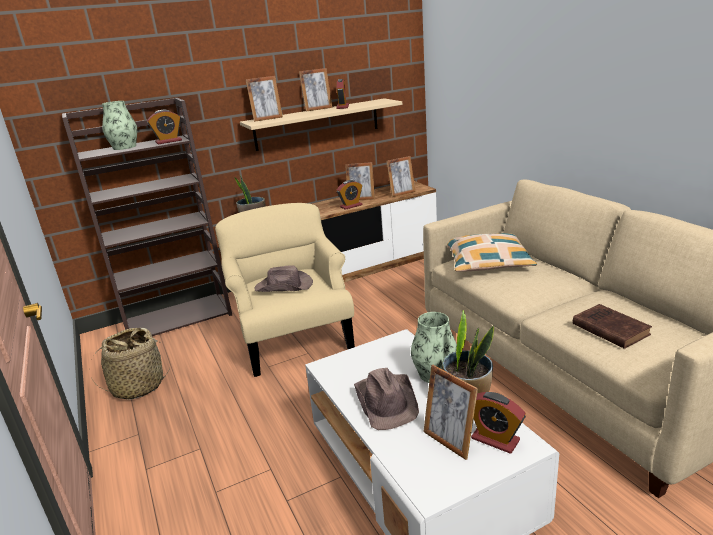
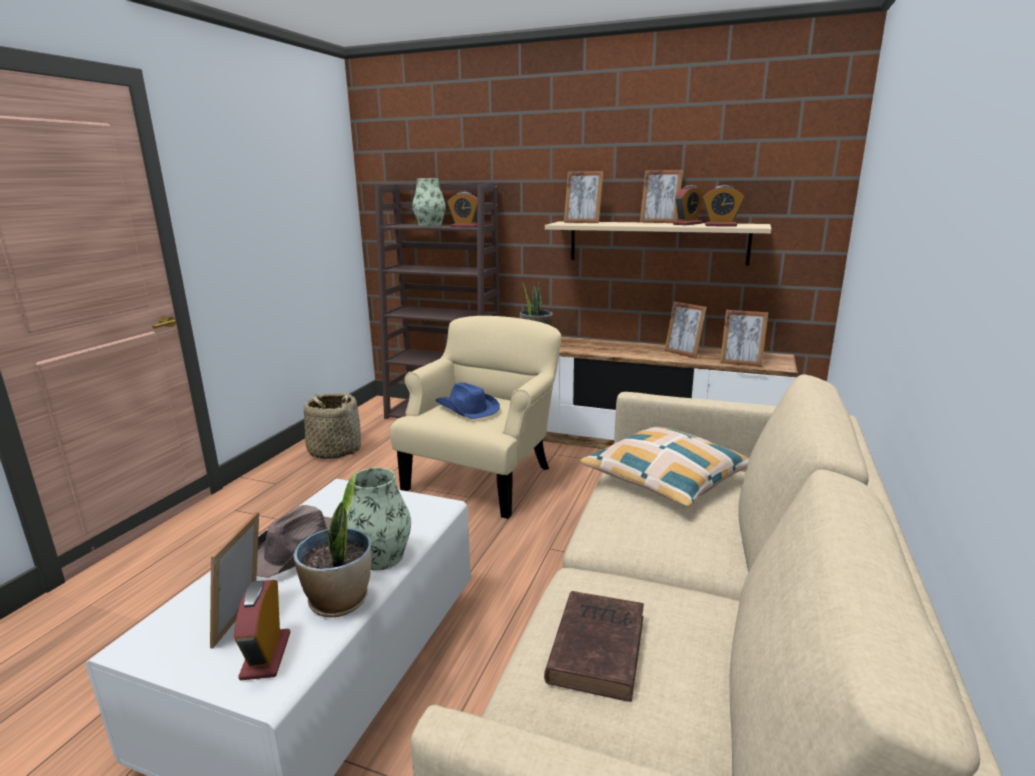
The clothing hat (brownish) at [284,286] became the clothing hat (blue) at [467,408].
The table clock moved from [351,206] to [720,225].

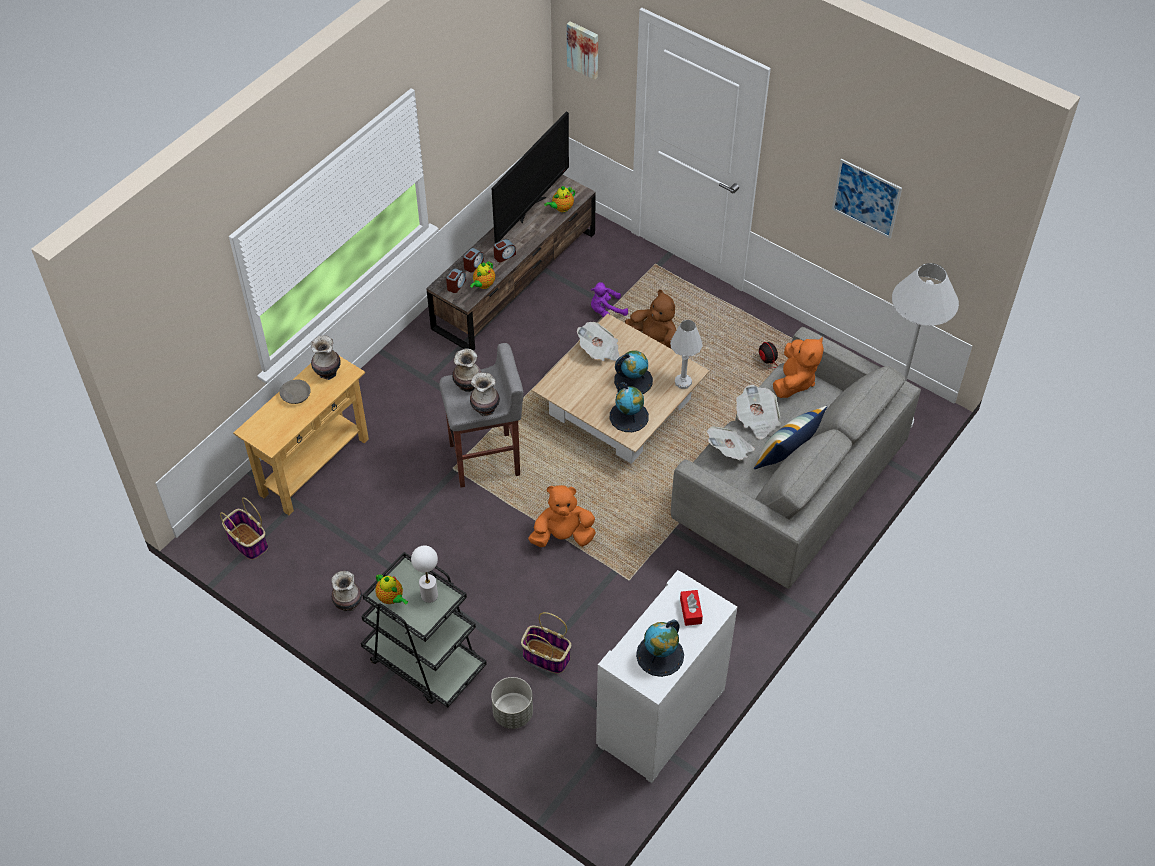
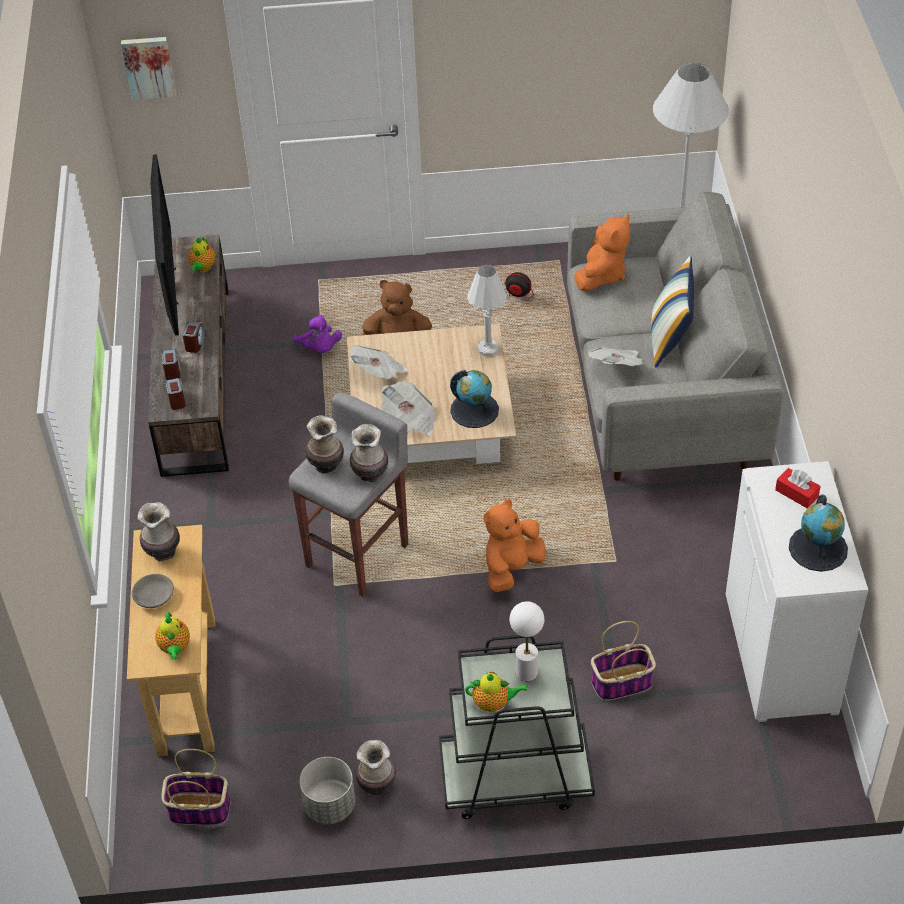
The tea pot moved from [483,285] to [175,648].
The planter (grey) moved from [513,713] to [330,805].
The plush toy (purple-coloured) at [606,311] turned 60 degrees counterclockwise.
The globe at [633,380] disappeared.
The daily paper moved from [757,420] to [410,420].
The plush toy (orange) at [794,381] turned 45 degrees clockwise.
The wall art at [866,198] disappeared.

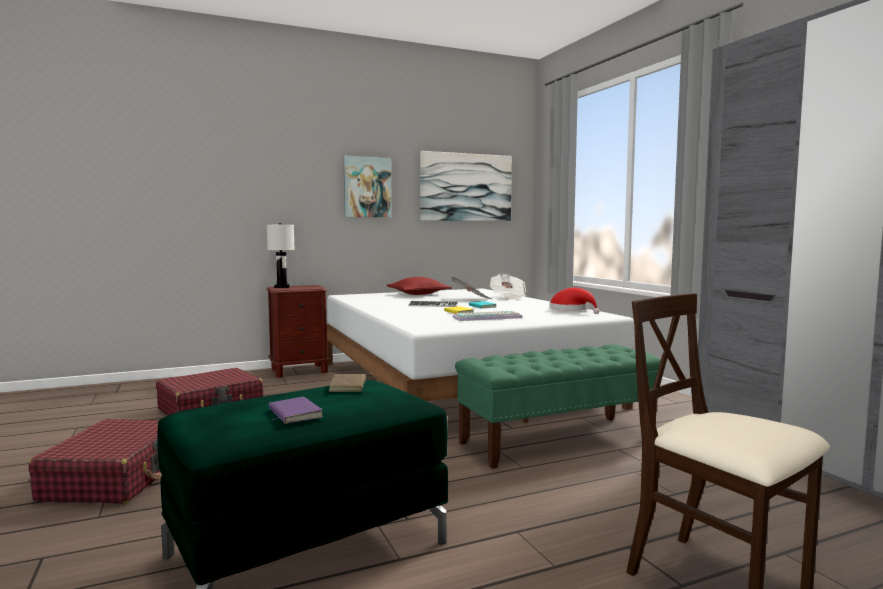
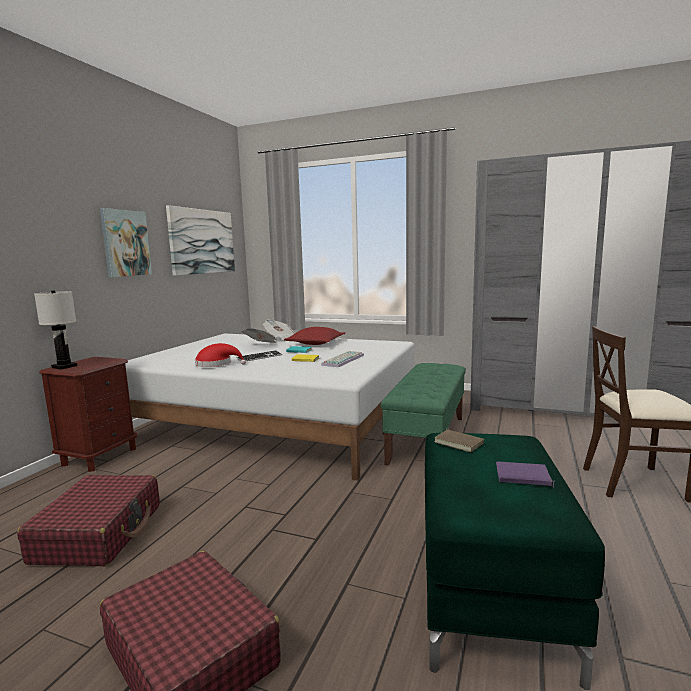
The cushion (reddish) moved from [418,294] to [315,343].
The clothing hat (reddish) moved from [571,310] to [216,364].

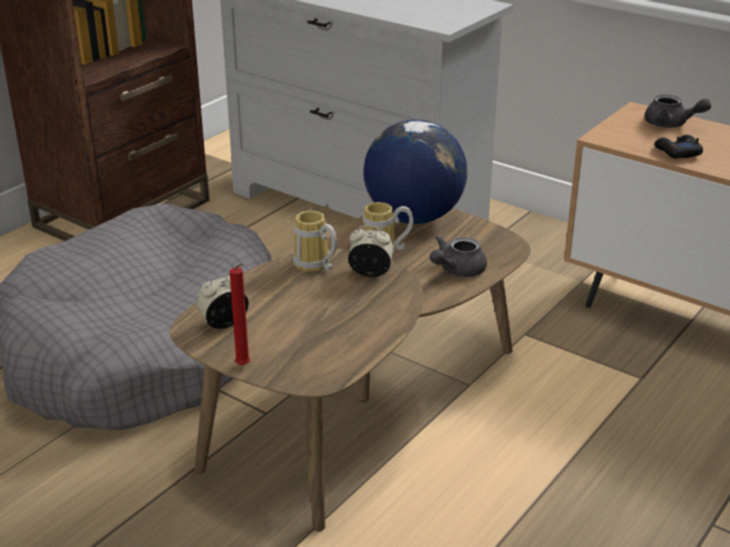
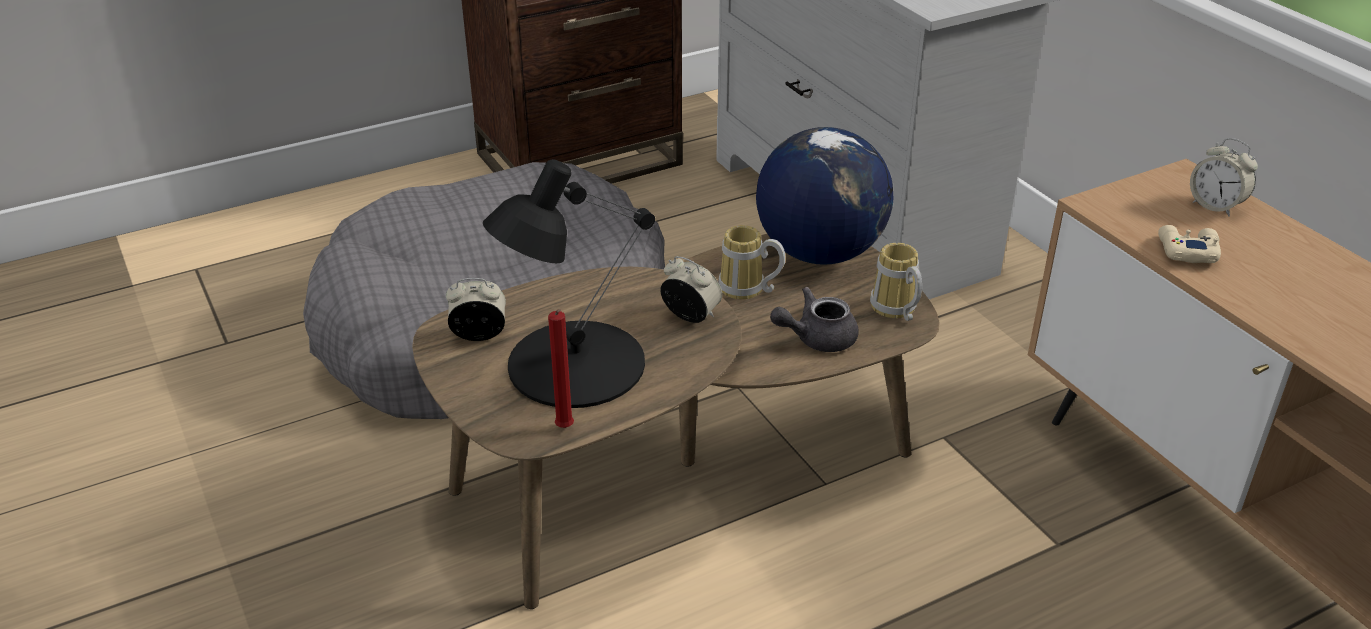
The wax candle (reddish) moved from [244,367] to [565,429].
The tea mug moved from [313,266] to [894,311].
The tea pot (grey) at [671,124] was replaced by the table clock at [1215,206].
The game controller (black) at [677,152] became the game controller (beige) at [1187,251].
The lamp for a table (black) at [573,364] appeared.

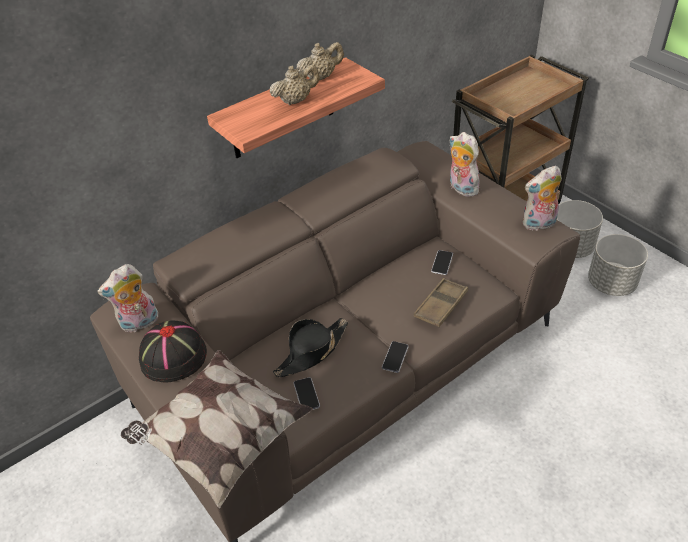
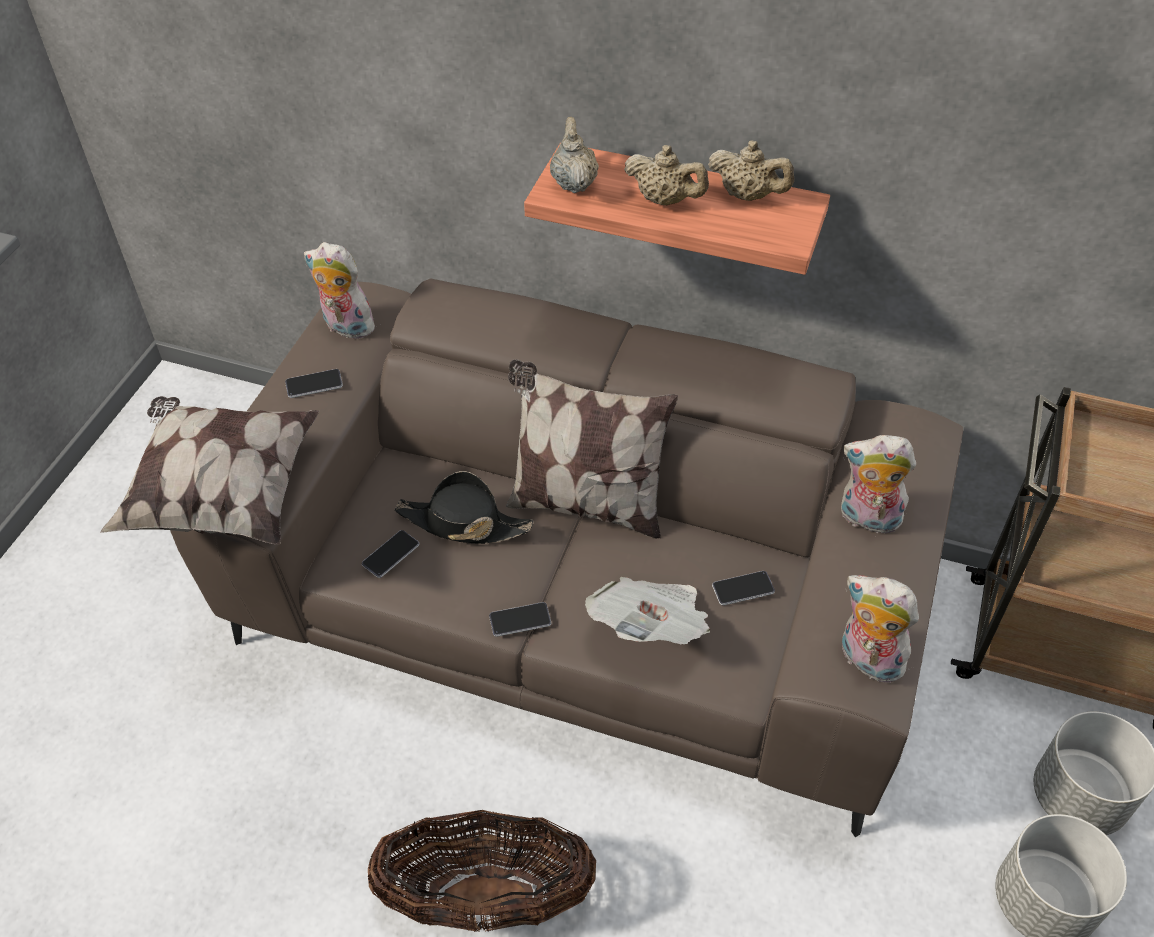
The clothing hat (black) at [173,357] was replaced by the telephone at [314,384].
The tray (brownish) at [441,305] was replaced by the daily paper at [651,627].
The plush toy at [461,188] turned 90 degrees counterclockwise.
The storage basket at [486,898] appeared.
The cushion at [586,504] appeared.
The tea pot (beige) at [574,183] appeared.

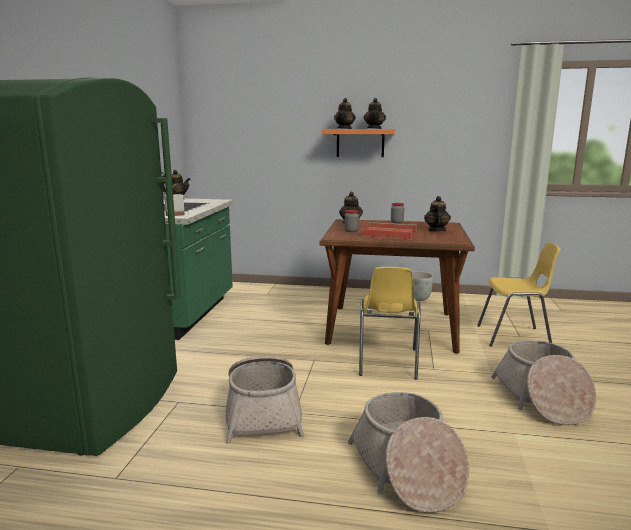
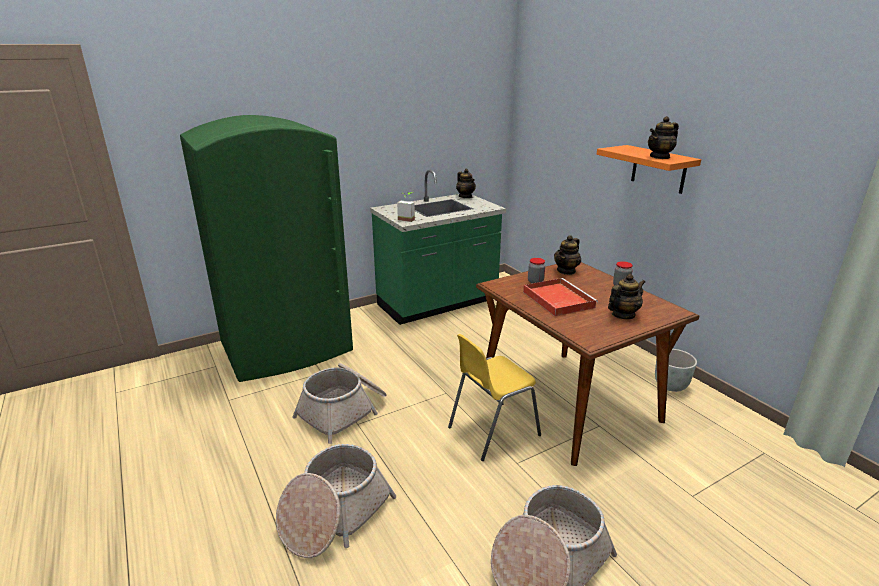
The tea pot at [344,128] disappeared.
The upright chair (yellow-coloured) at [514,337] disappeared.

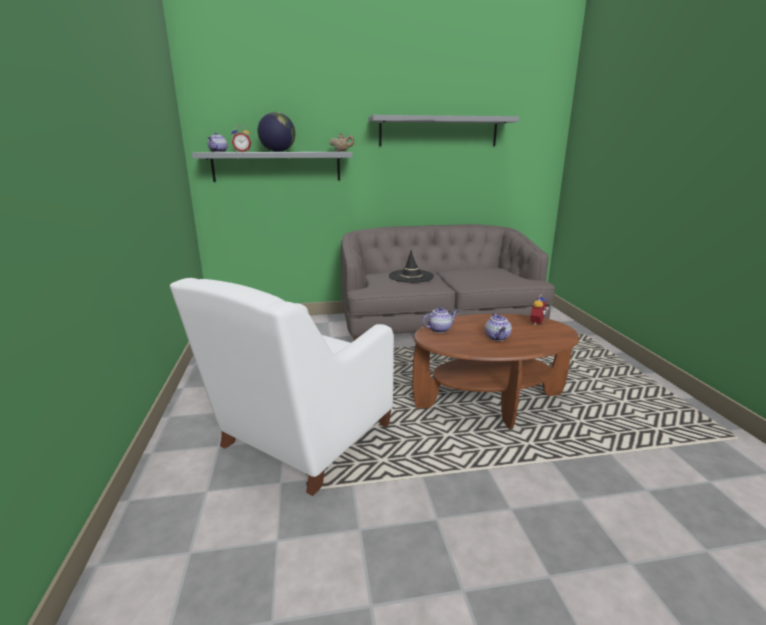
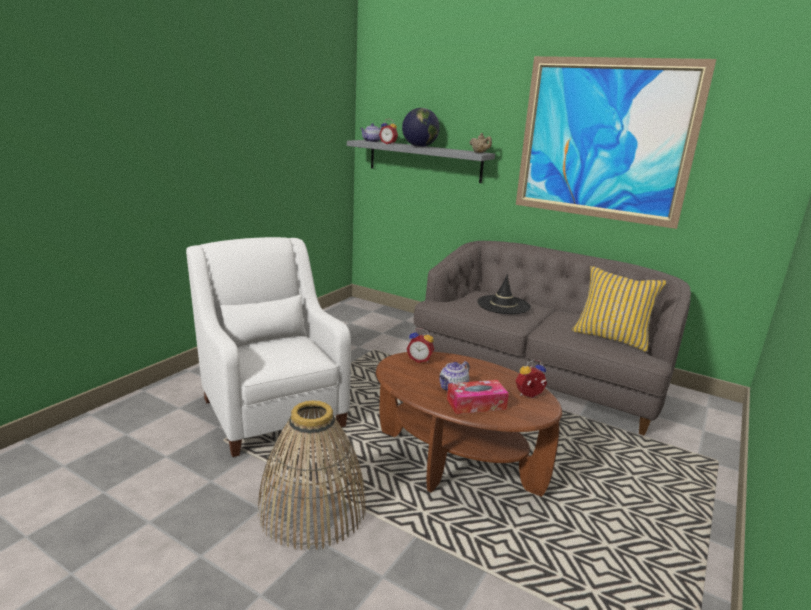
The armchair (whitish) at [301,439] turned 75 degrees clockwise.
The wall shelf (grey) at [438,131] was replaced by the wall art at [604,140].
The tea pot at [439,329] was replaced by the table clock at [420,359].
The storage basket at [312,509] appeared.
The tissue holder at [476,404] appeared.
The cushion (yellow-coloured) at [611,337] appeared.

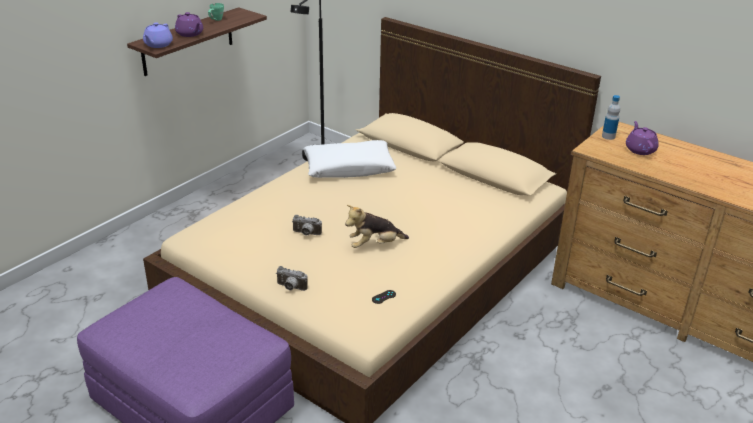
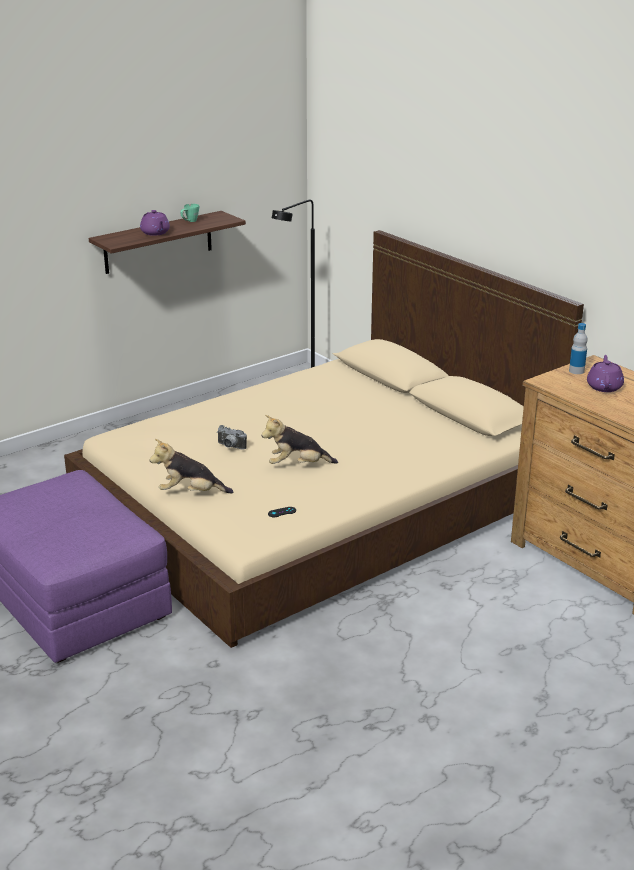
The tea pot (purple-coloured) at [158,45] disappeared.
The photo camera at [290,288] was replaced by the plush toy at [190,493].
The cushion (whitish) at [349,168] disappeared.

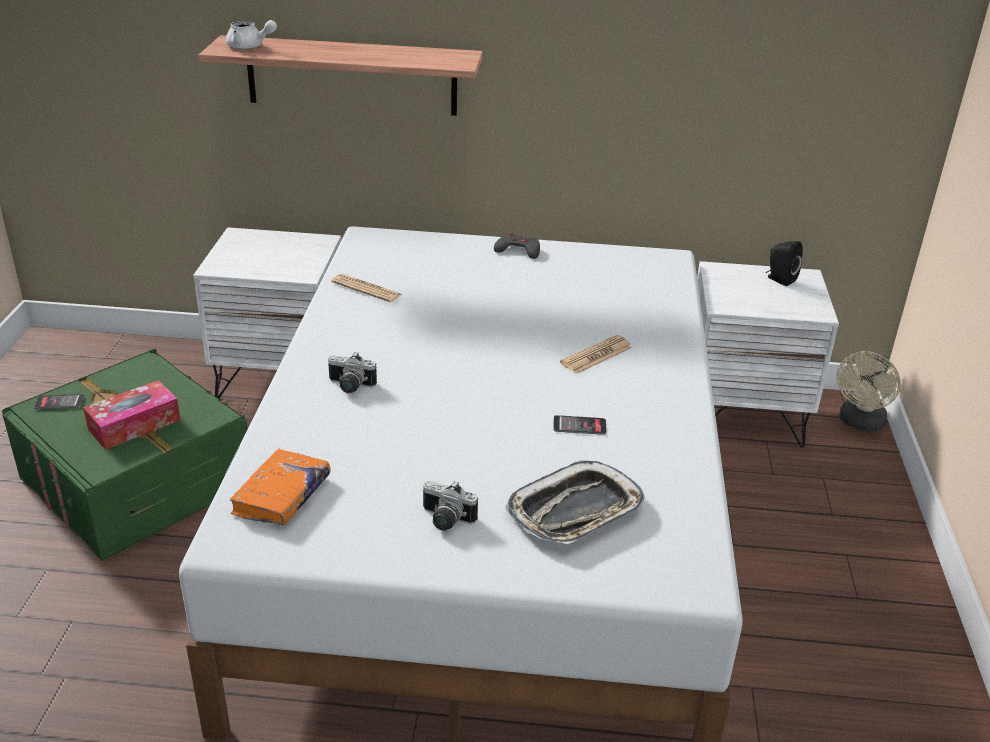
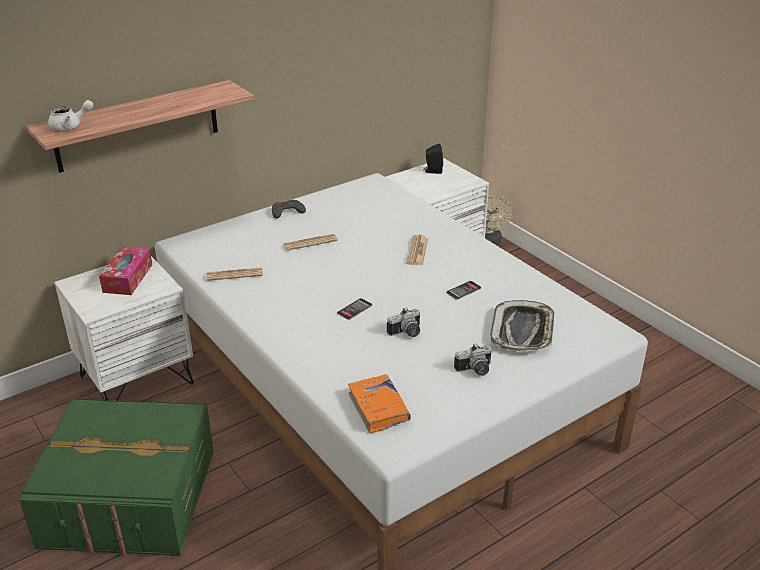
The telephone moved from [60,402] to [354,309].
The tissue holder moved from [134,425] to [128,278].
The photo camera moved from [350,386] to [407,333].
The daily paper at [310,242] appeared.

